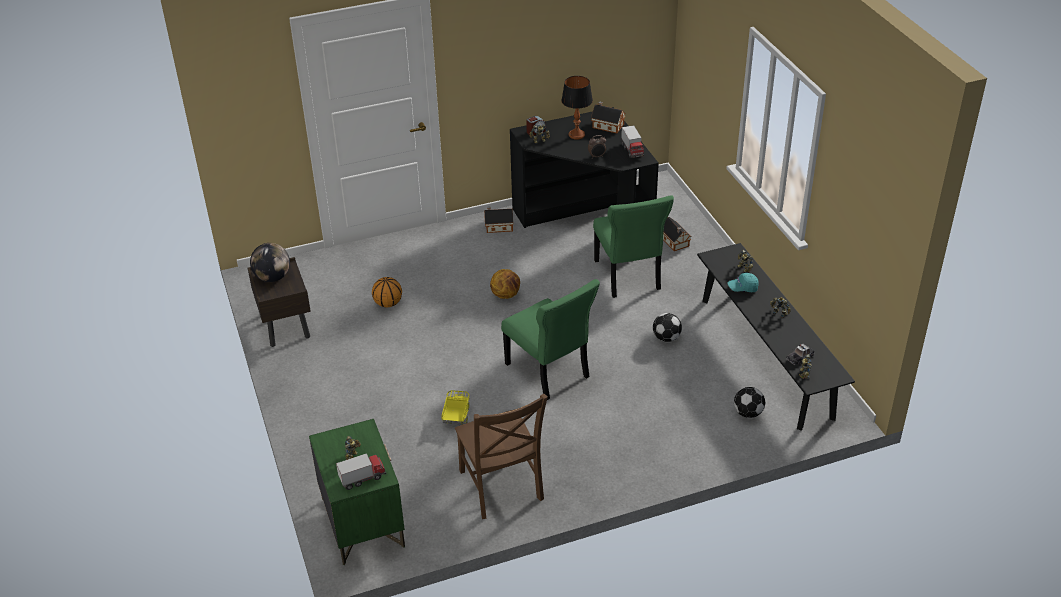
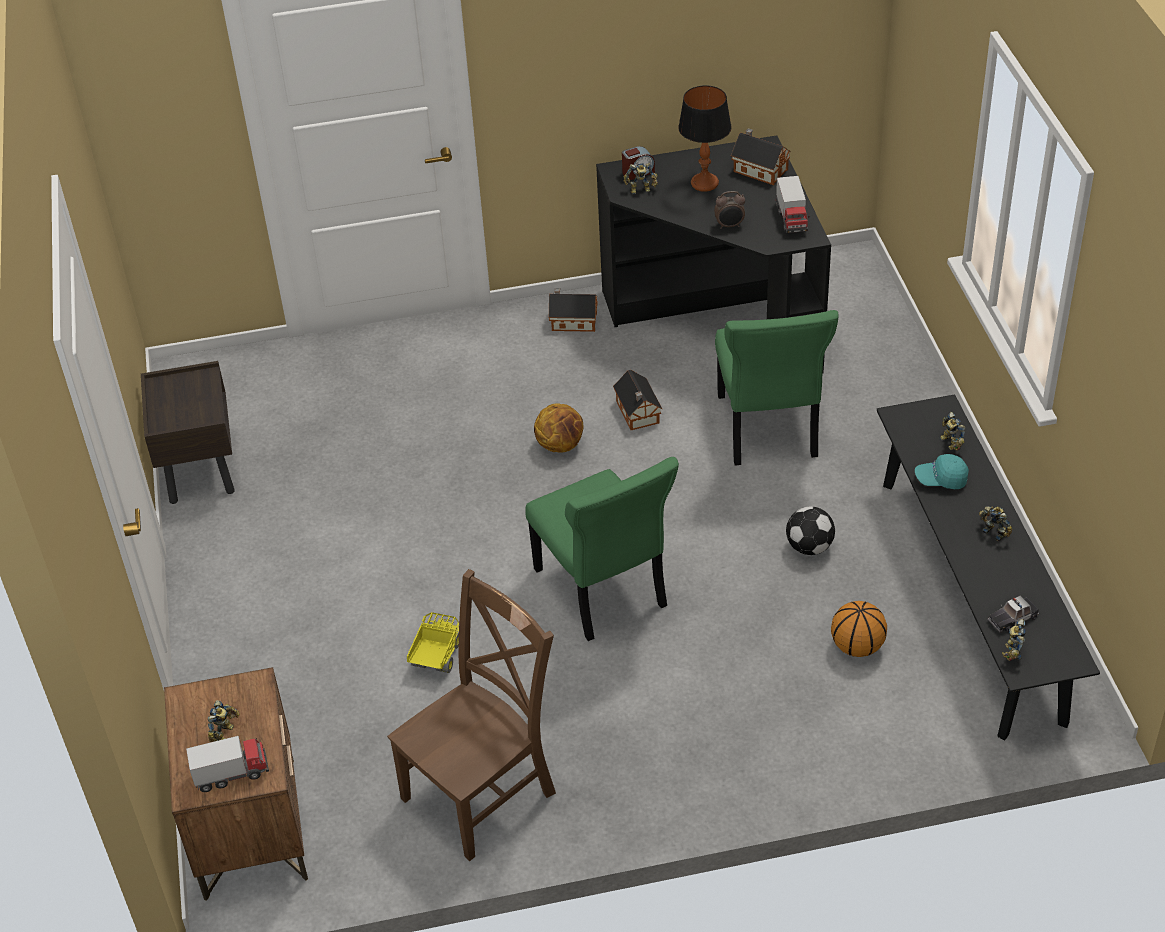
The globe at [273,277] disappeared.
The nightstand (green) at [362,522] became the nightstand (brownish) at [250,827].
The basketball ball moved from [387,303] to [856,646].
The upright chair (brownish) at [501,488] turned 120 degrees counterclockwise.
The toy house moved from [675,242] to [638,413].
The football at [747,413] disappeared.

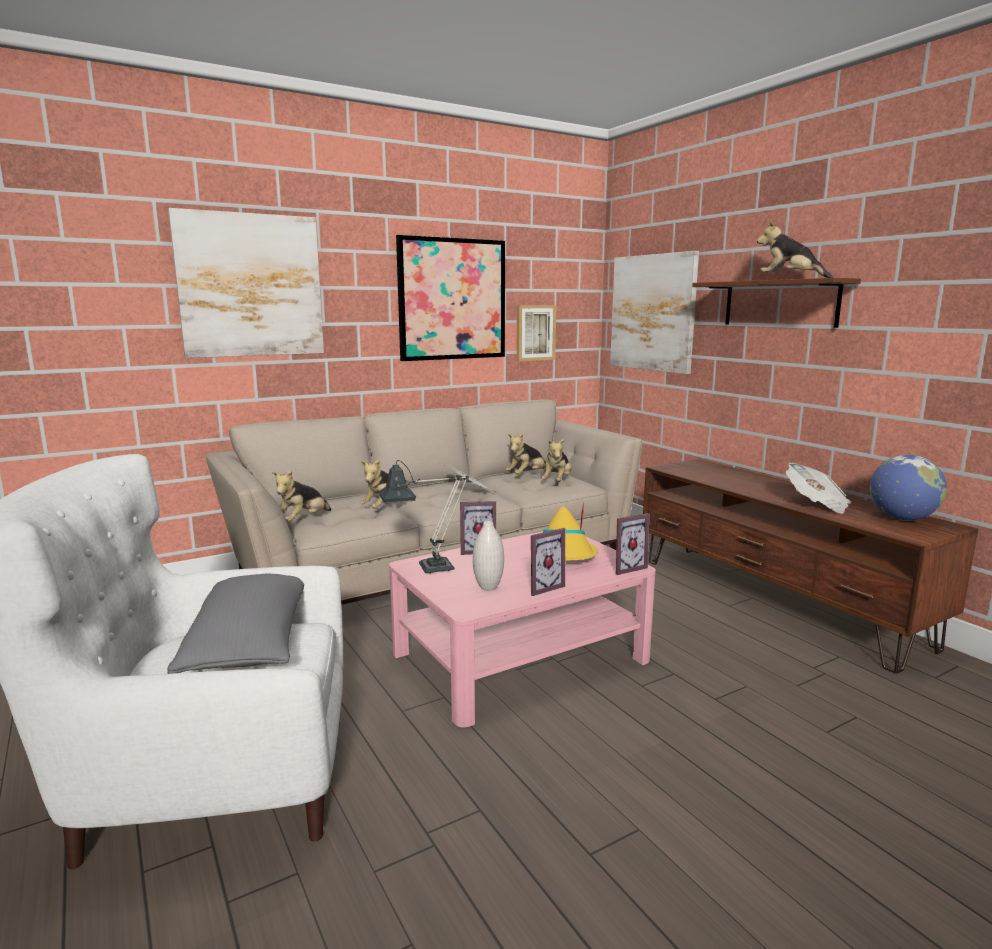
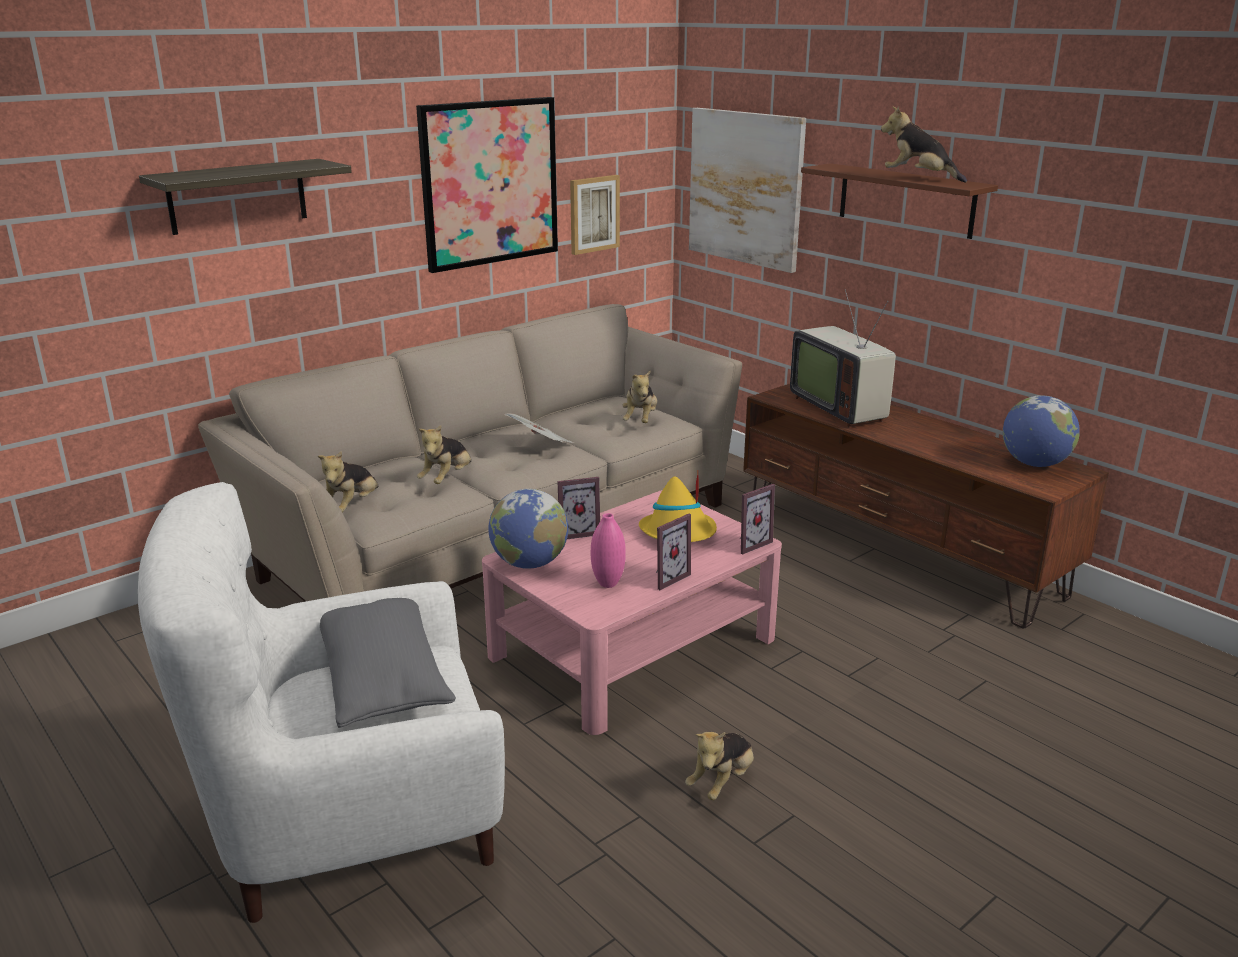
The wall art at [250,286] was replaced by the wall shelf at [237,196].
The lamp for a table at [427,569] was replaced by the globe at [529,563].
The vase (whitish) at [488,588] became the vase (pinkish) at [608,583].
The plush toy moved from [527,475] to [722,782].
The daily paper at [816,504] disappeared.
The TV set at [840,408] appeared.

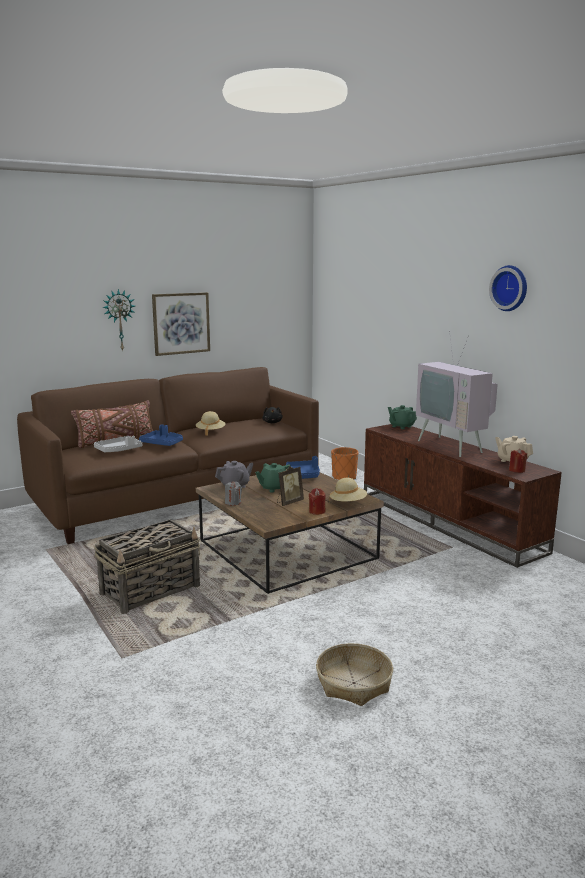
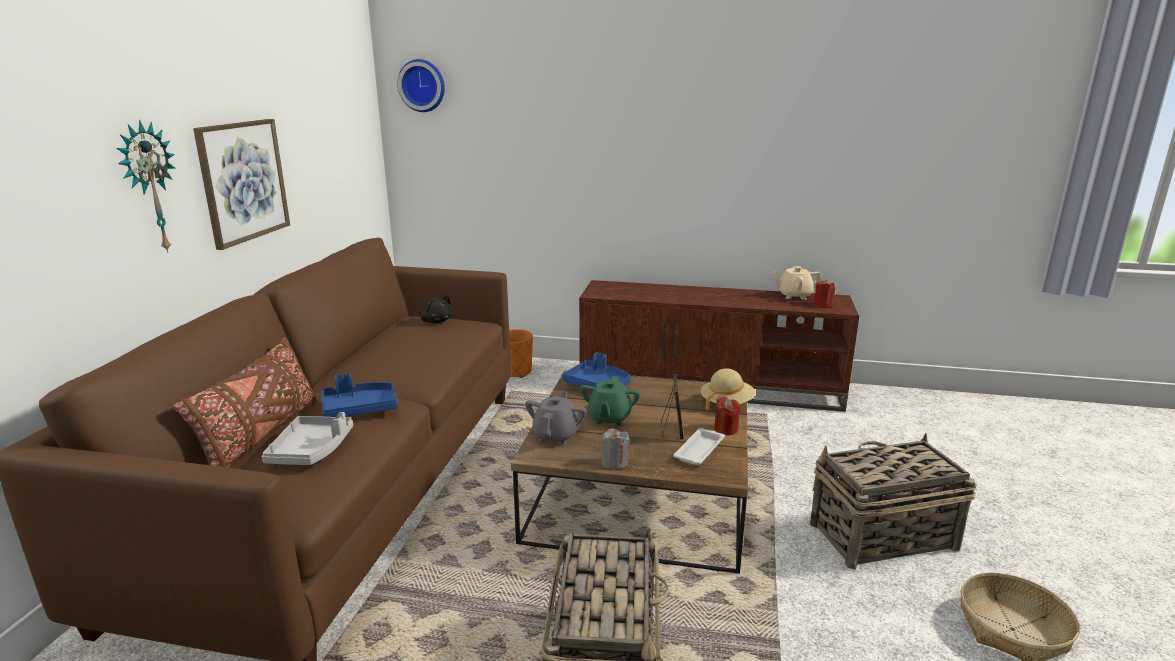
The clothing hat (beige) at [210,431] disappeared.
The tea pot (green) at [401,426] disappeared.
The TV set at [454,445] disappeared.
The hanging clock moved from [510,288] to [423,85].
The tray (whitish) at [700,450] appeared.
The storage basket at [881,536] appeared.

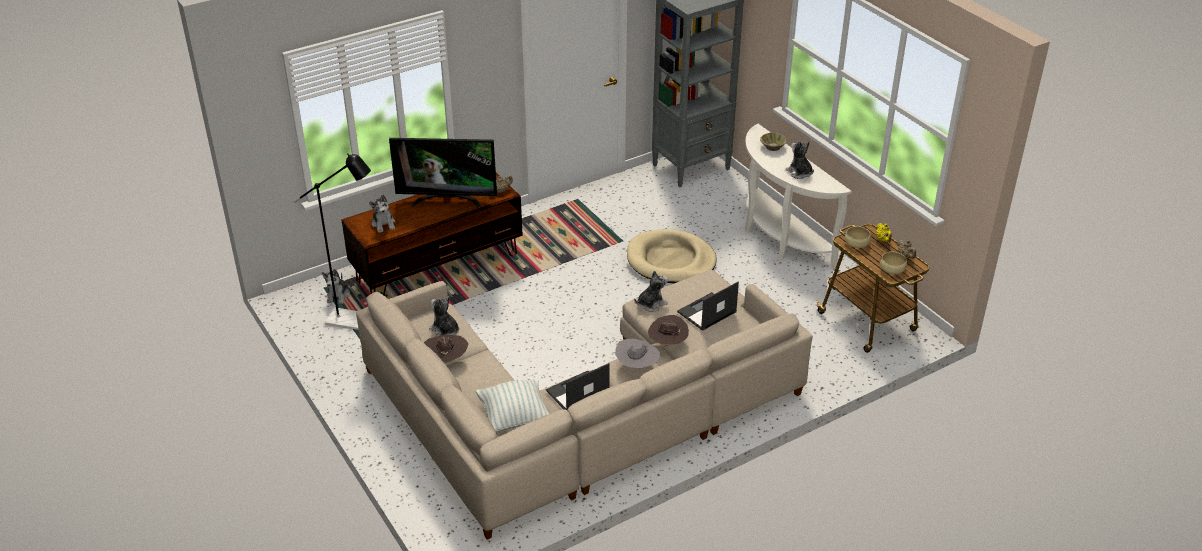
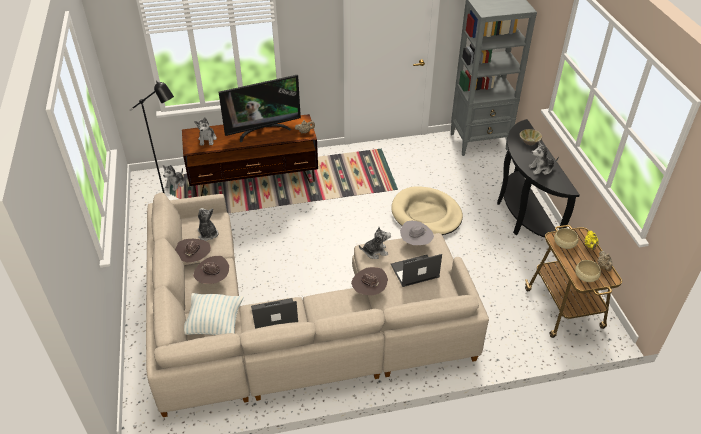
The TV set at [447,200] turned 45 degrees counterclockwise.
The clothing hat (grey) moved from [637,366] to [415,243].
The console table (whitish) at [779,238] became the console table (black) at [522,215].
The plush toy at [799,173] turned 90 degrees counterclockwise.
The clothing hat (brownish) at [213,280] appeared.

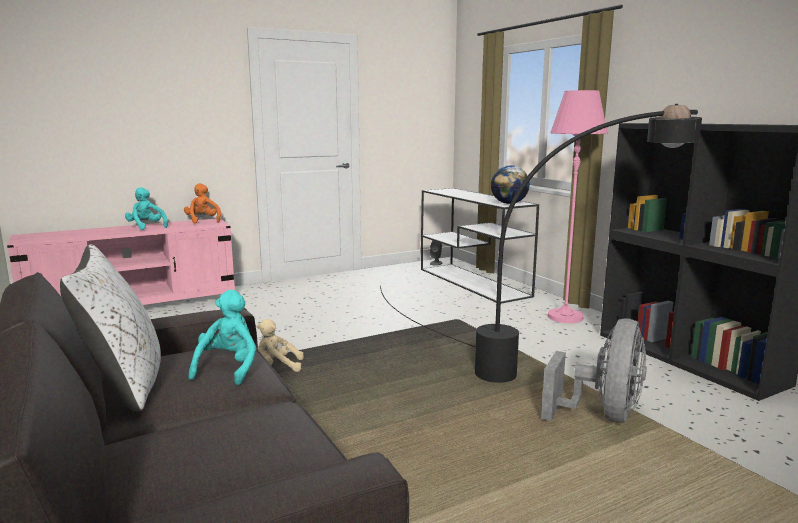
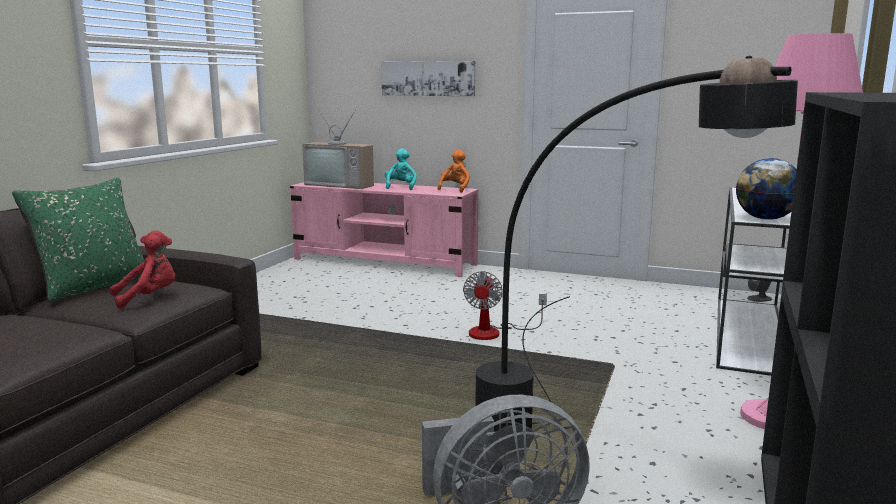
The cushion (whitish) at [124,385] became the cushion (green) at [94,287].
The plush toy (turquoise) at [228,368] became the plush toy (reddish) at [149,298].
The plush toy (beige) at [277,367] disappeared.
The TV set at [342,184] appeared.
The wall art at [428,78] appeared.
The electric fan at [494,332] appeared.

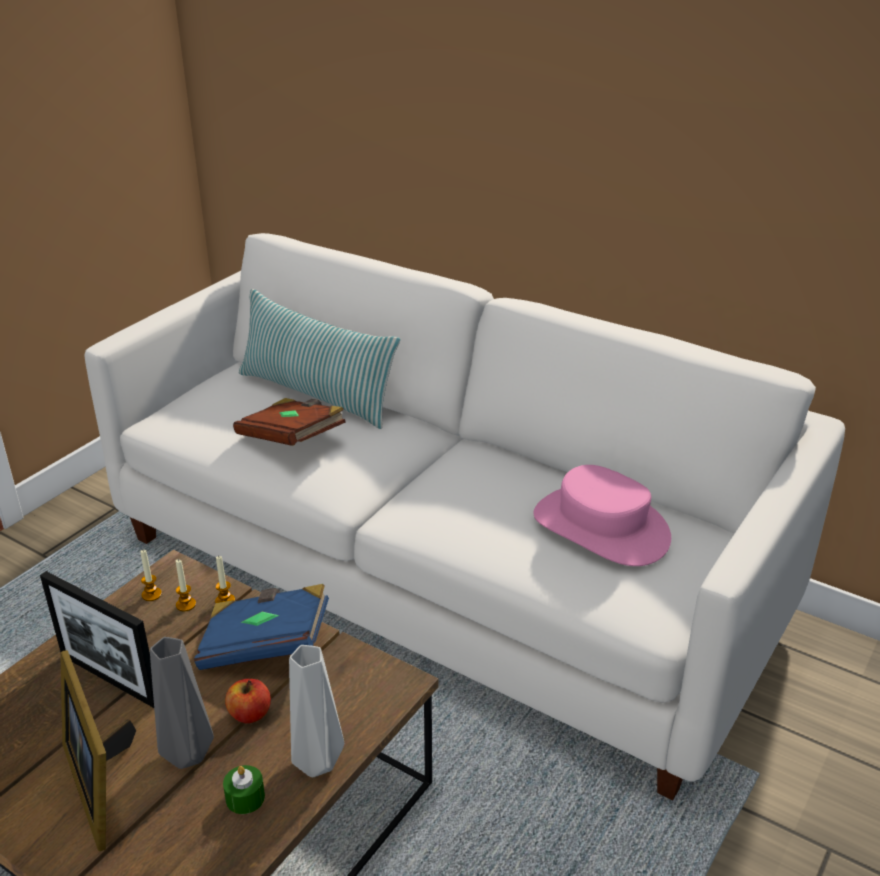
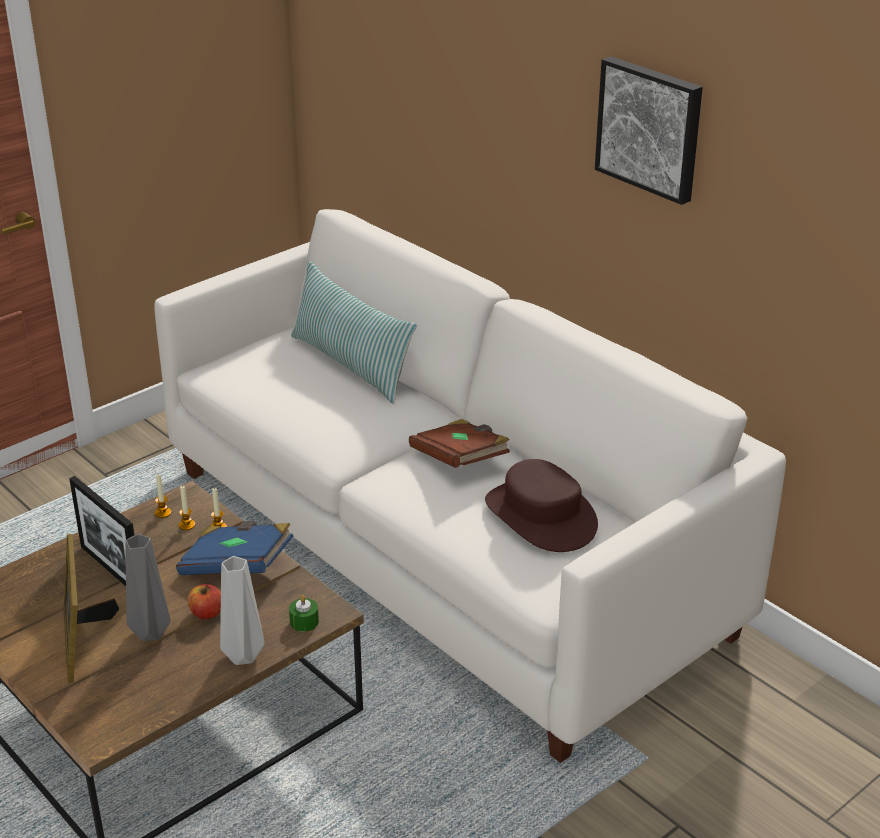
The wax candle (green) moved from [245,797] to [304,622].
The volume (brownish) moved from [292,440] to [460,460].
The clothing hat (pinkish) at [601,527] became the clothing hat (brownish) at [541,516].
The wall art at [651,128] appeared.

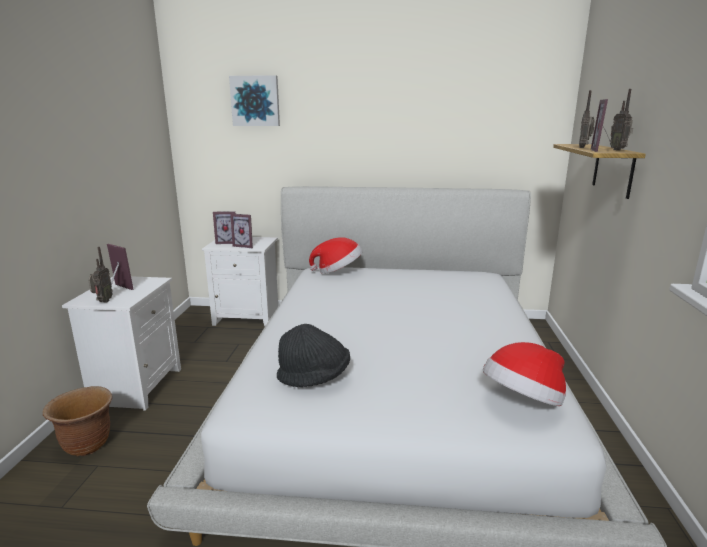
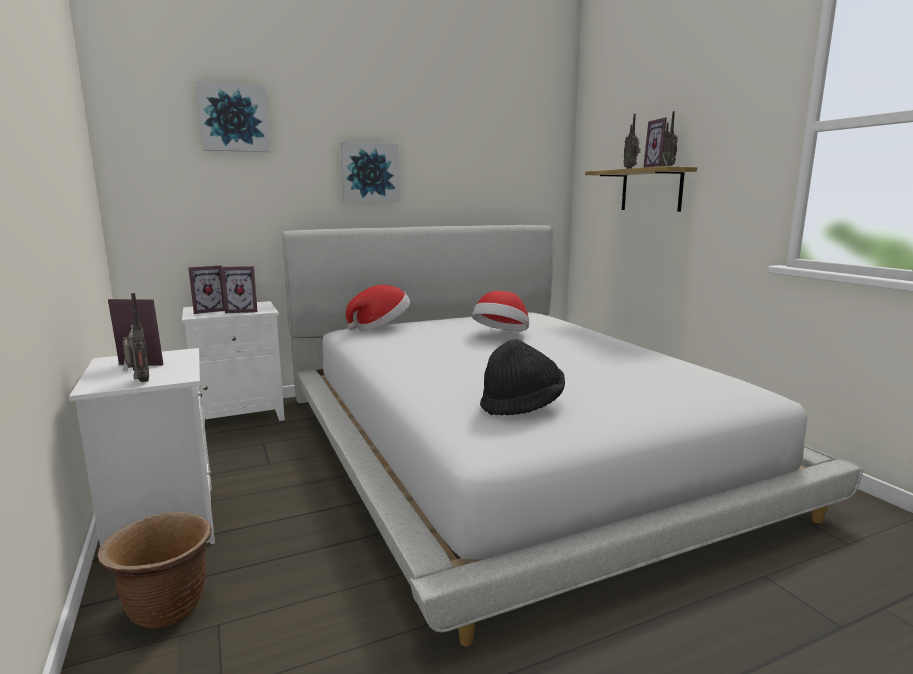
The clothing hat moved from [523,401] to [501,335].
The wall art at [369,173] appeared.

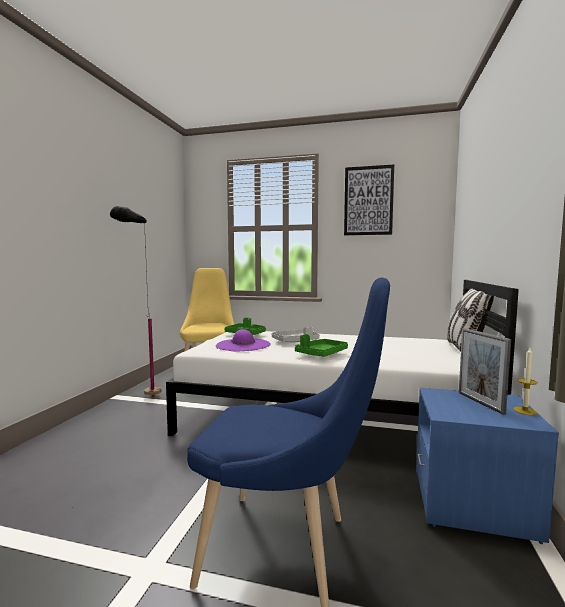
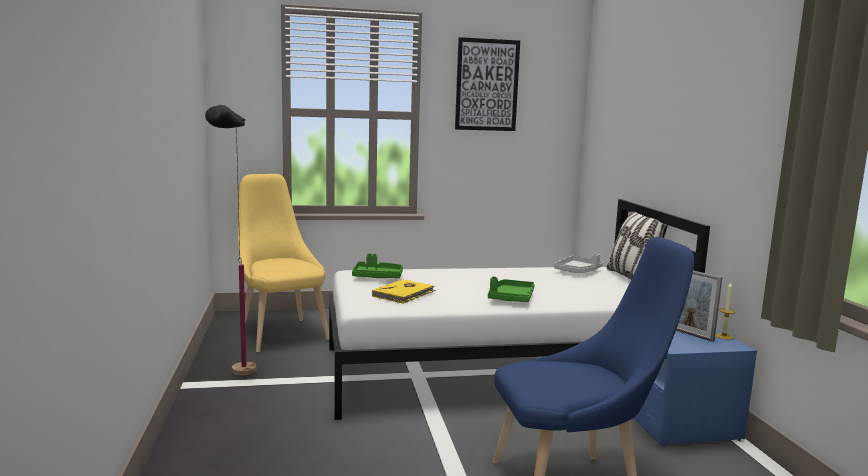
The clothing hat (purple-coloured) at [243,345] was replaced by the volume (yellow-coloured) at [404,294].
The tray (grey) moved from [295,341] to [578,271].

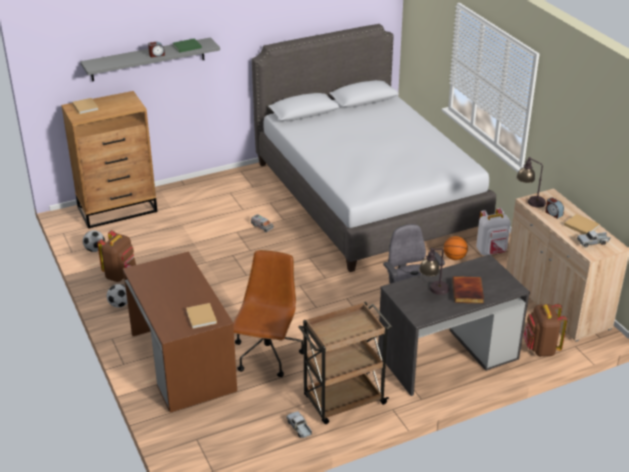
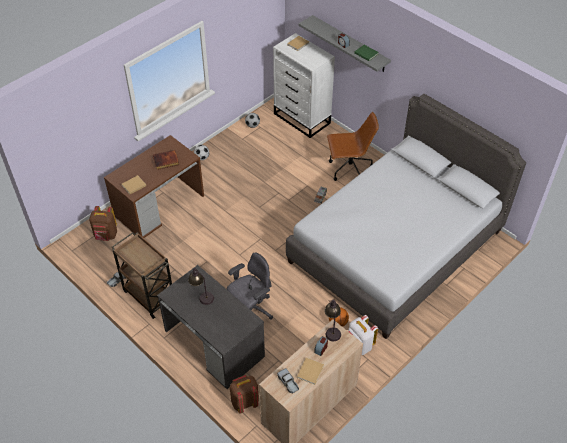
The dresser (brownish) at [118,209] became the dresser (whitish) at [302,119].
The rucksack (brownish) moved from [120,275] to [106,235].
The office chair (brownish) moved from [267,355] to [349,169].
The volume moved from [468,292] to [166,161].

